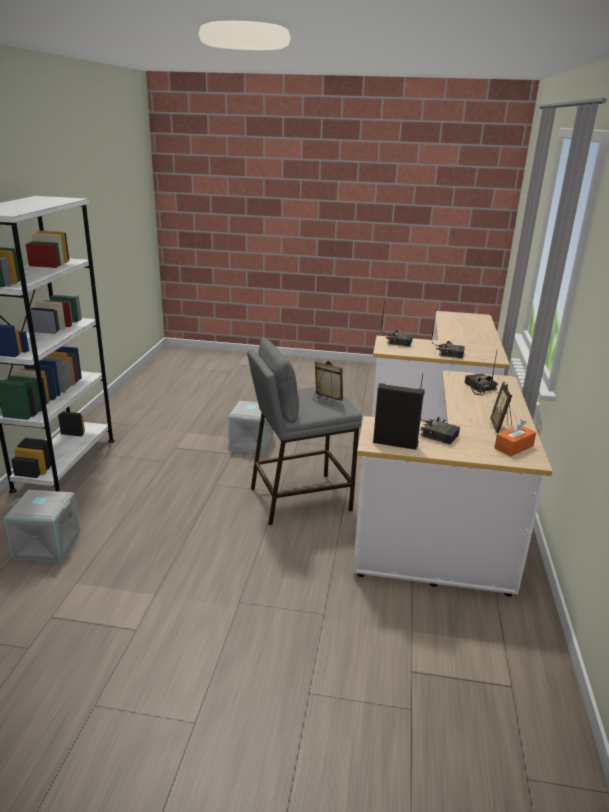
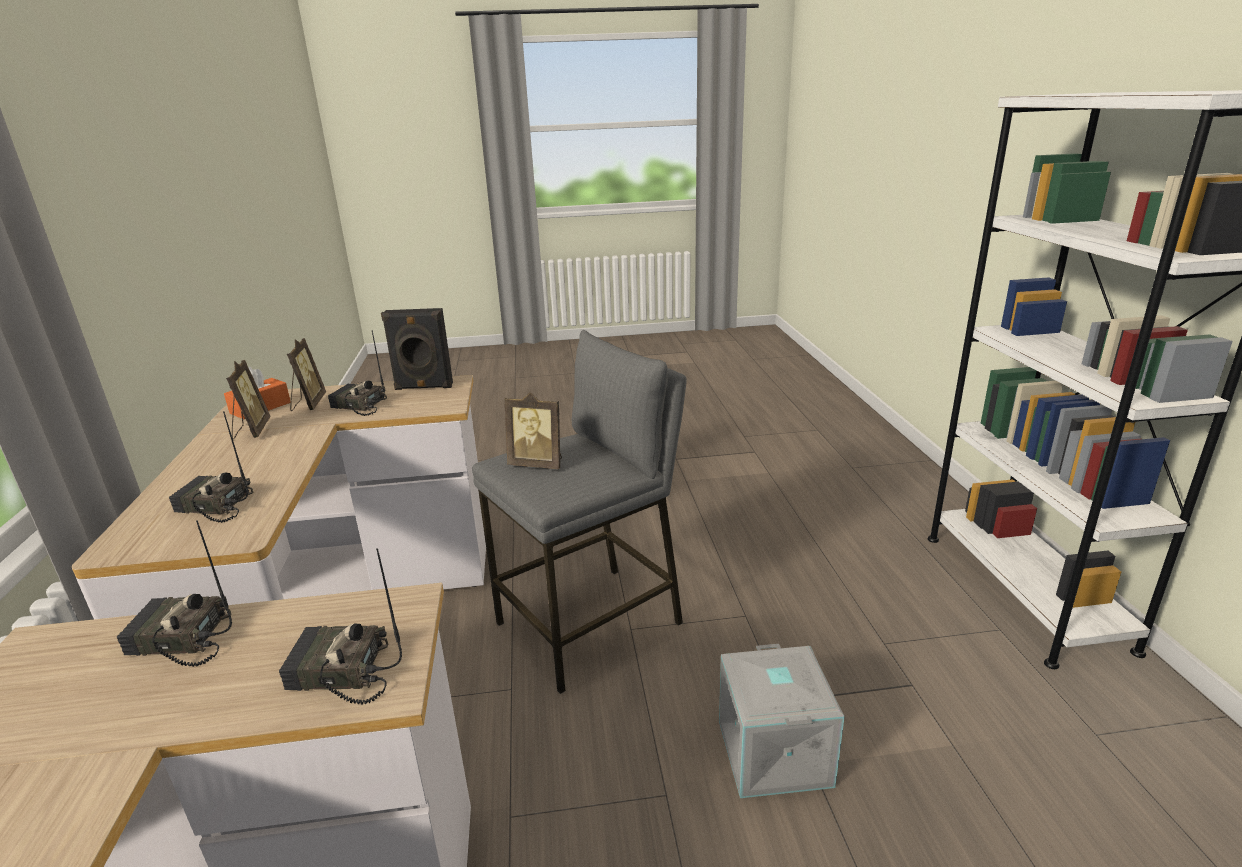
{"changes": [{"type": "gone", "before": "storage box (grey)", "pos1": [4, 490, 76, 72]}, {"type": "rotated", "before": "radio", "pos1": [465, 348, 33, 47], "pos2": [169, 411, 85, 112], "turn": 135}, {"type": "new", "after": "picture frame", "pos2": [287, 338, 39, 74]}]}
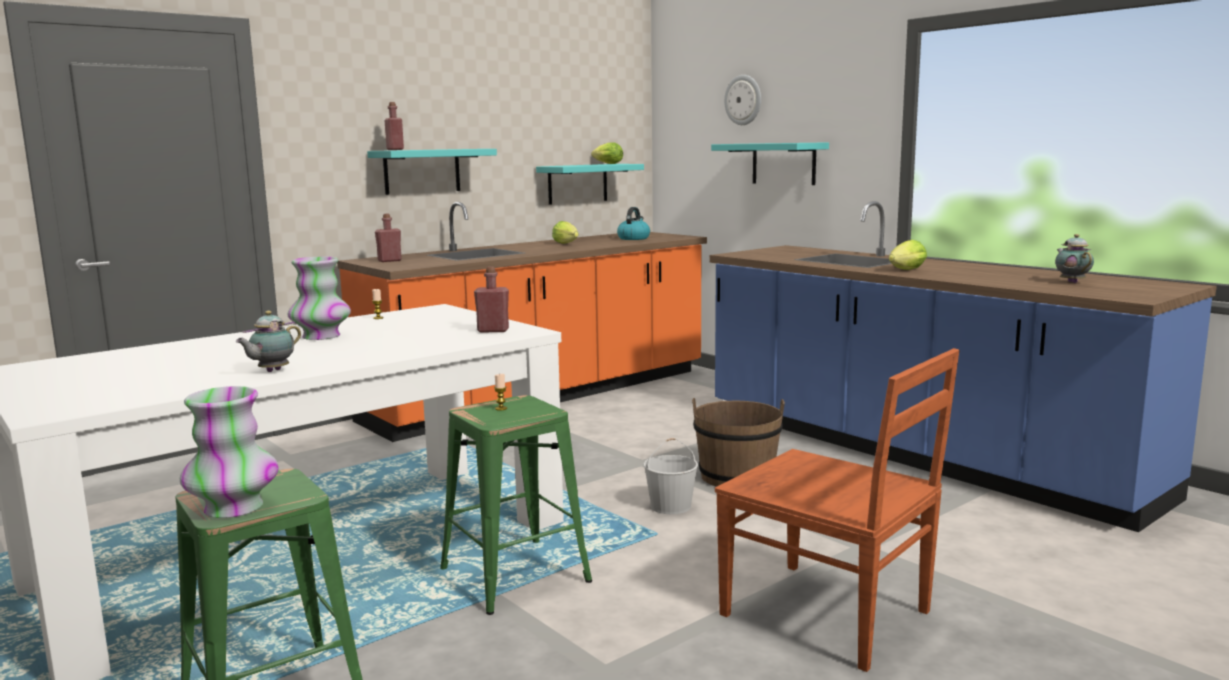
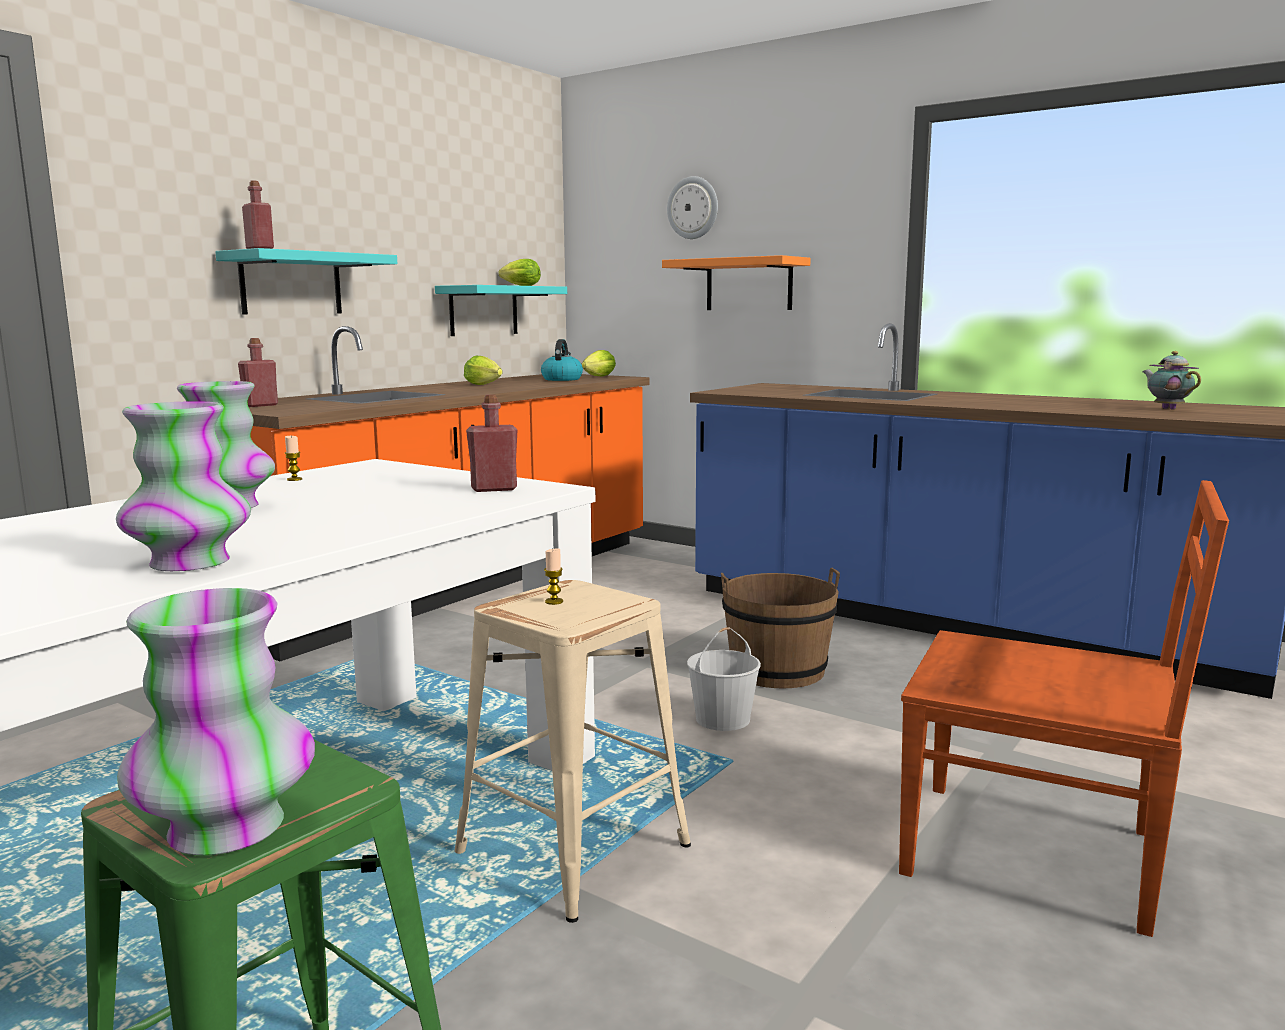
{"changes": [{"type": "swapped", "before": "teapot", "after": "vase", "pos1": [236, 311, 65, 61], "pos2": [116, 401, 135, 170]}, {"type": "repainted", "before": "stool (green)", "after": "stool (beige)", "pos1": [440, 395, 152, 220], "pos2": [454, 580, 237, 343]}, {"type": "repainted", "before": "shelf (turquoise)", "after": "shelf (orange)", "pos1": [711, 142, 118, 43], "pos2": [662, 255, 149, 55]}, {"type": "shifted", "before": "lettuce", "pos1": [889, 240, 38, 30], "pos2": [582, 350, 34, 26]}]}
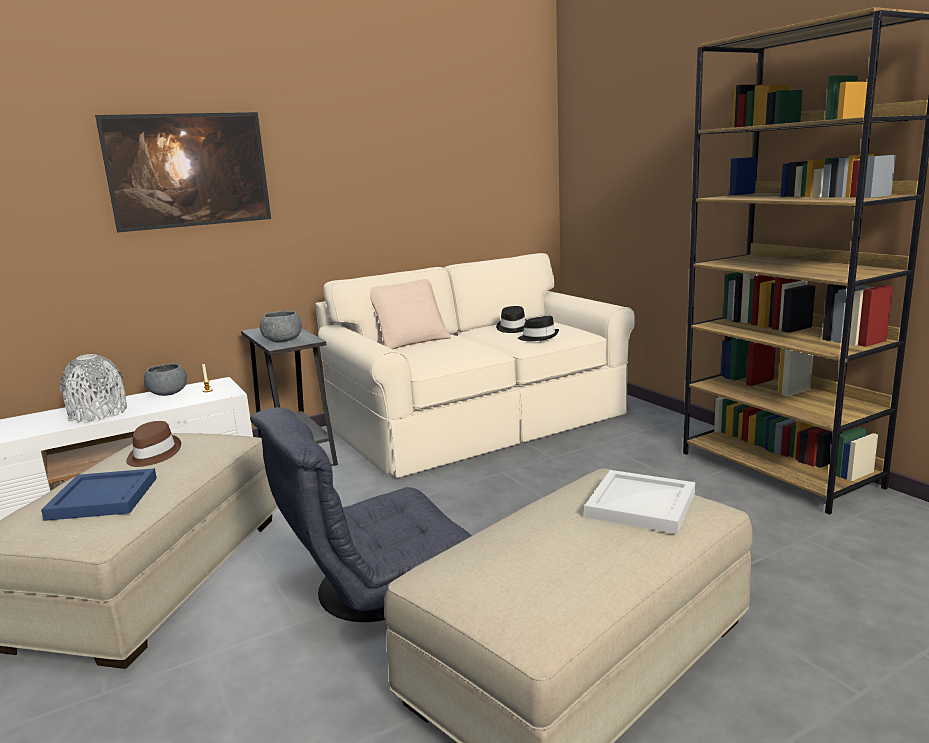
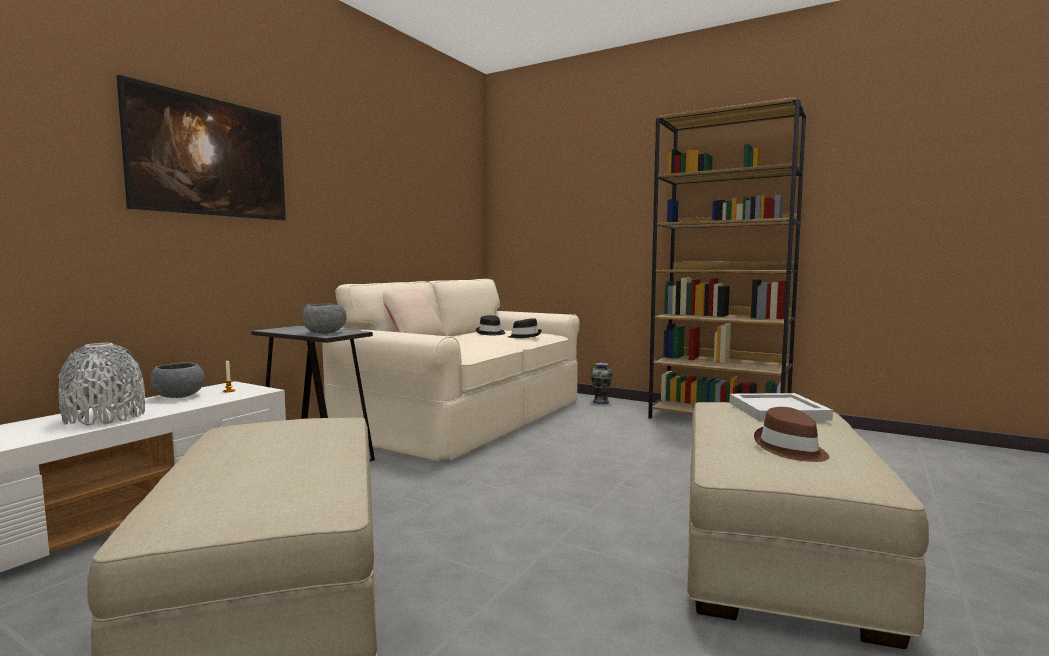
{"changes": [{"type": "gone", "before": "tray (blue)", "pos1": [41, 468, 116, 53]}, {"type": "shifted", "before": "hat (brown)", "pos1": [126, 421, 55, 46], "pos2": [754, 407, 75, 55]}, {"type": "gone", "before": "armchair (grey)", "pos1": [250, 407, 221, 215]}, {"type": "new", "after": "vase", "pos2": [590, 363, 23, 41]}]}
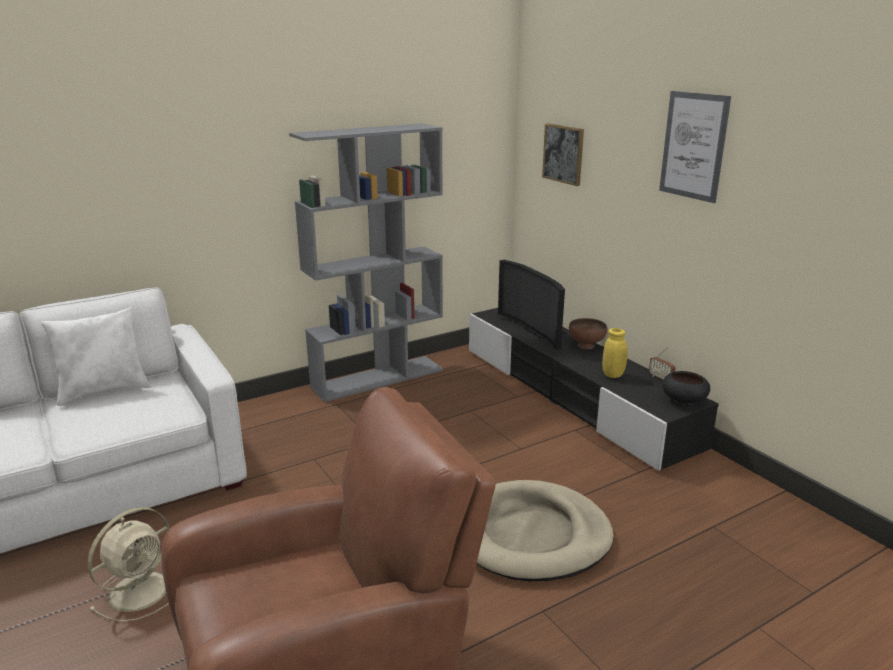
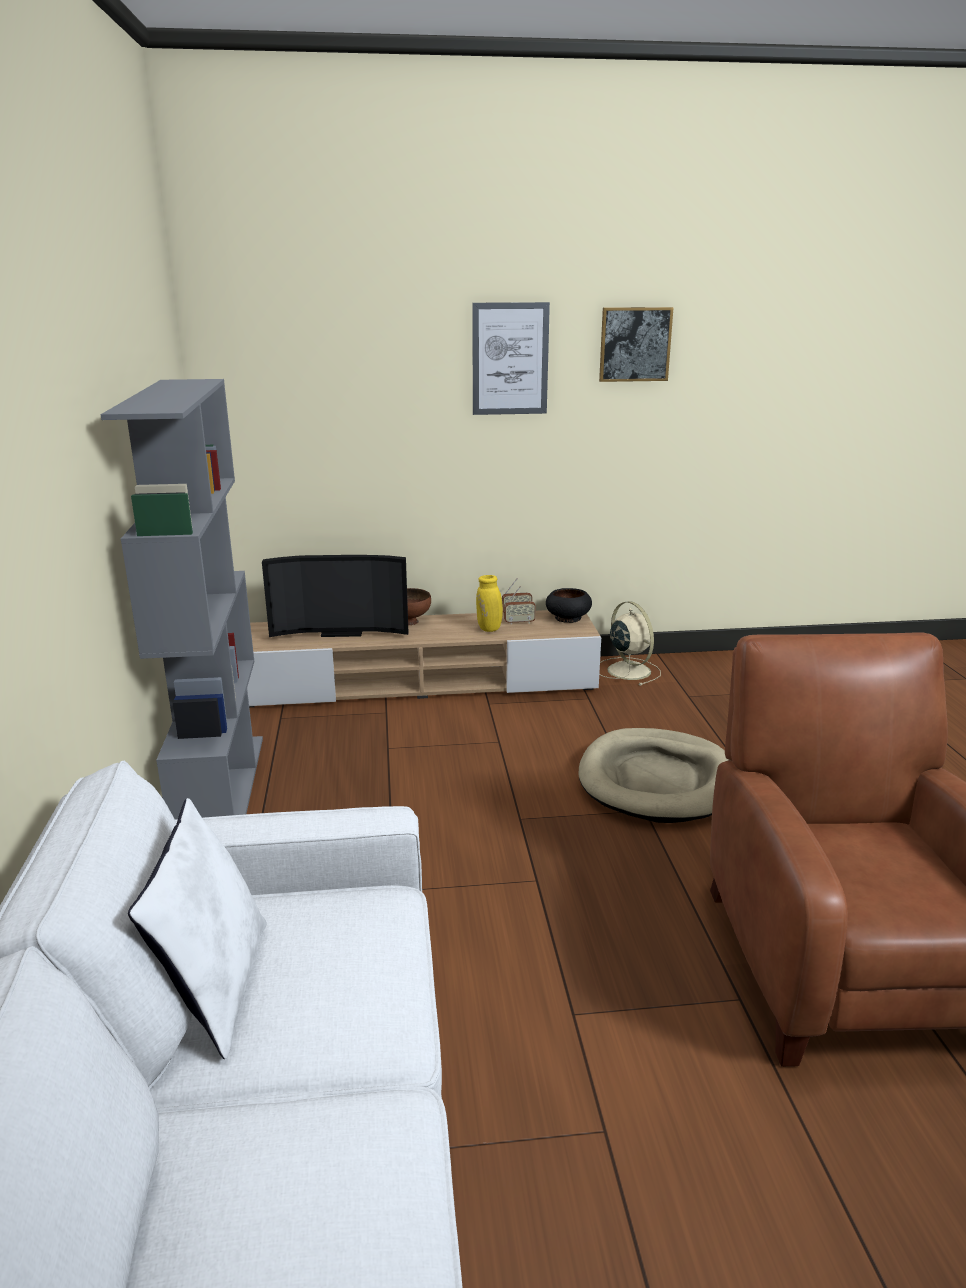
{"changes": [{"type": "shifted", "before": "fan (beige)", "pos1": [88, 507, 81, 115], "pos2": [599, 601, 62, 85]}, {"type": "repainted", "before": "tv stand (black)", "after": "tv stand (beige)", "pos1": [469, 308, 250, 163], "pos2": [247, 610, 354, 97]}, {"type": "shifted", "before": "picture", "pos1": [542, 123, 42, 63], "pos2": [599, 307, 74, 75]}, {"type": "new", "after": "radio", "pos2": [504, 586, 32, 39]}]}
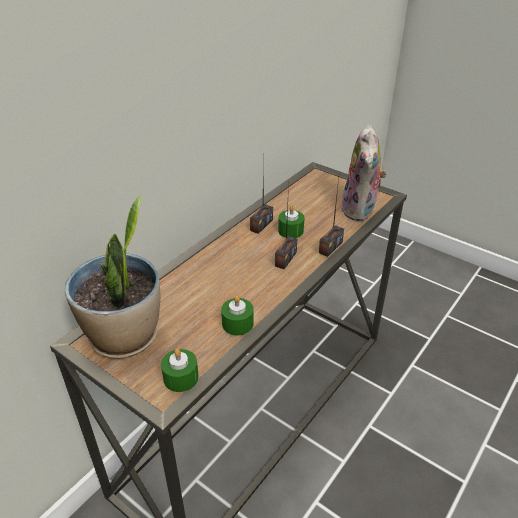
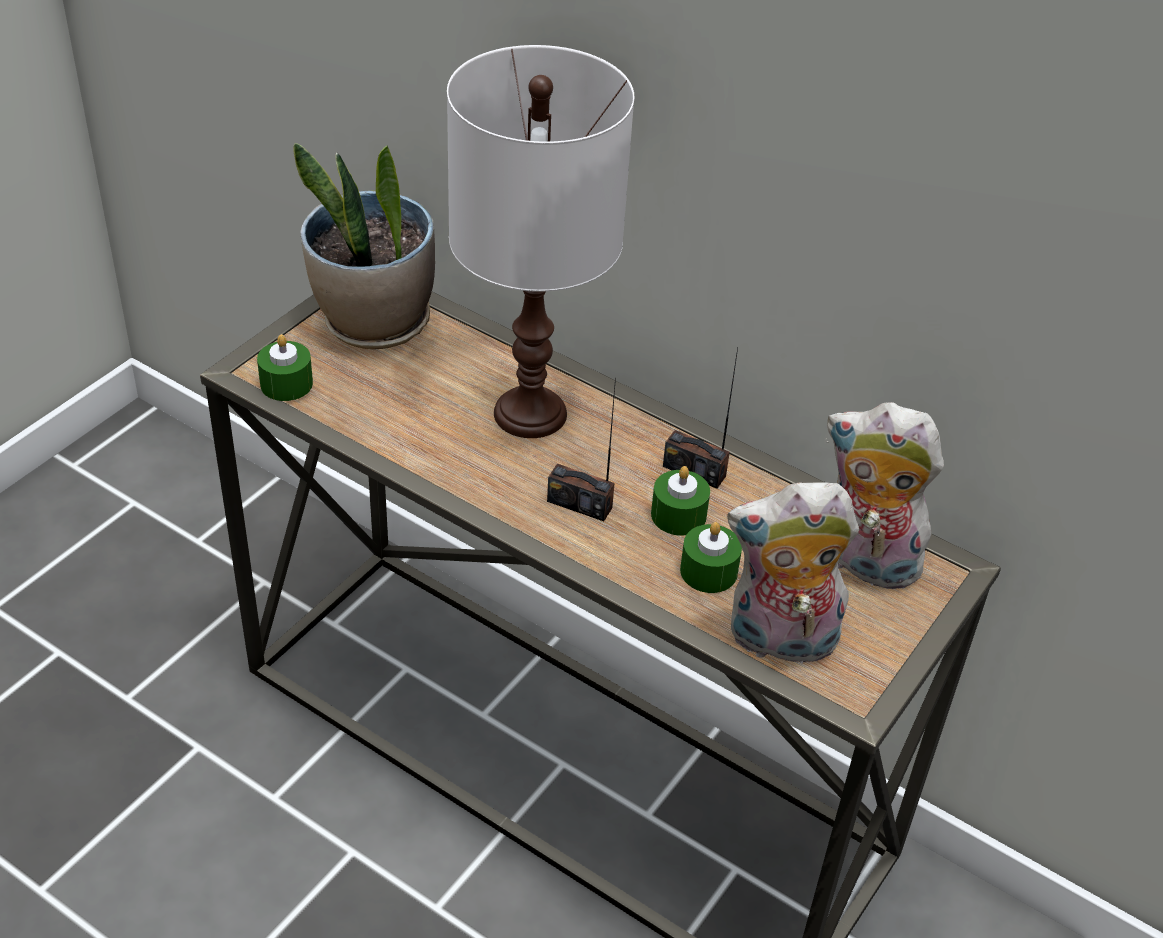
{"changes": [{"type": "shifted", "before": "candle (green)", "pos1": [221, 296, 33, 40], "pos2": [680, 522, 62, 71]}, {"type": "gone", "before": "radio", "pos1": [319, 178, 25, 79]}, {"type": "new", "after": "table lamp (white)", "pos2": [447, 45, 187, 393]}, {"type": "new", "after": "plush toy", "pos2": [826, 402, 118, 189]}]}
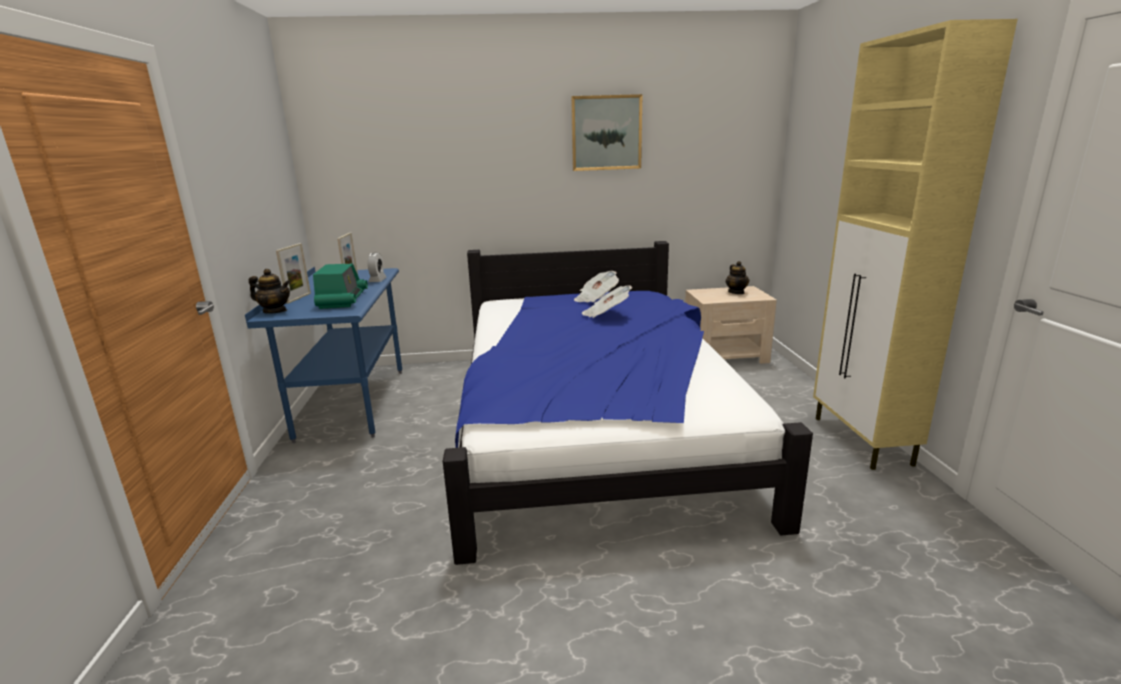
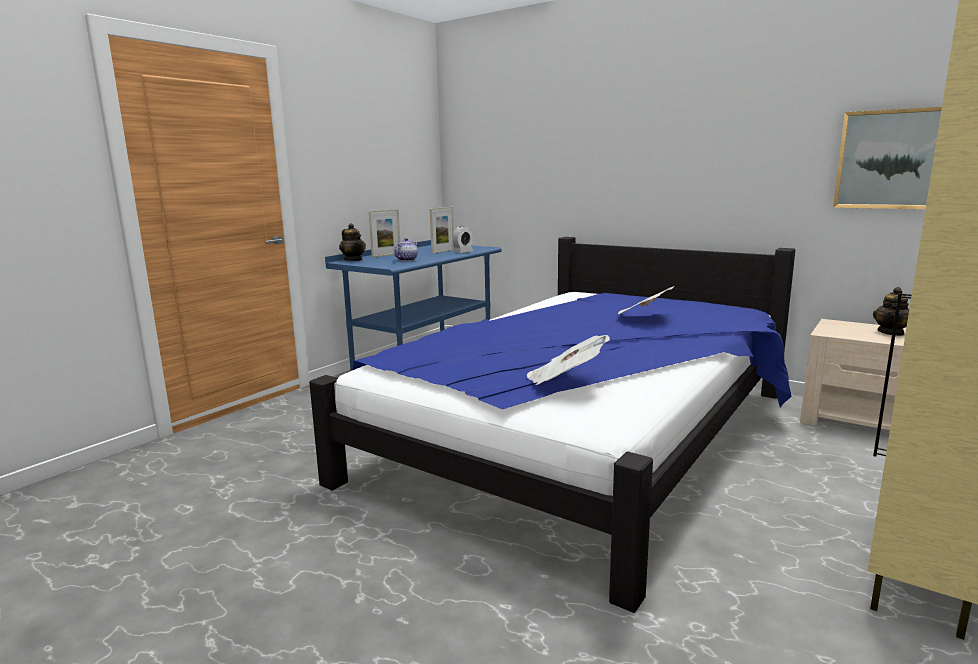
{"changes": [{"type": "swapped", "before": "radio", "after": "teapot", "pos1": [313, 264, 55, 45], "pos2": [394, 238, 24, 23]}, {"type": "shifted", "before": "picture", "pos1": [571, 94, 72, 77], "pos2": [833, 107, 109, 102]}, {"type": "shifted", "before": "newspaper", "pos1": [574, 271, 45, 32], "pos2": [526, 335, 84, 50]}]}
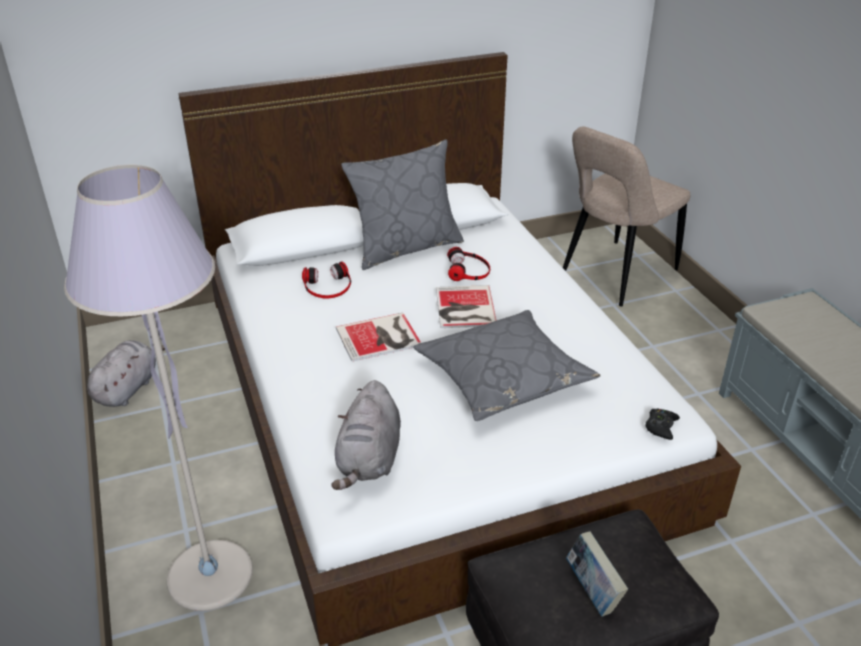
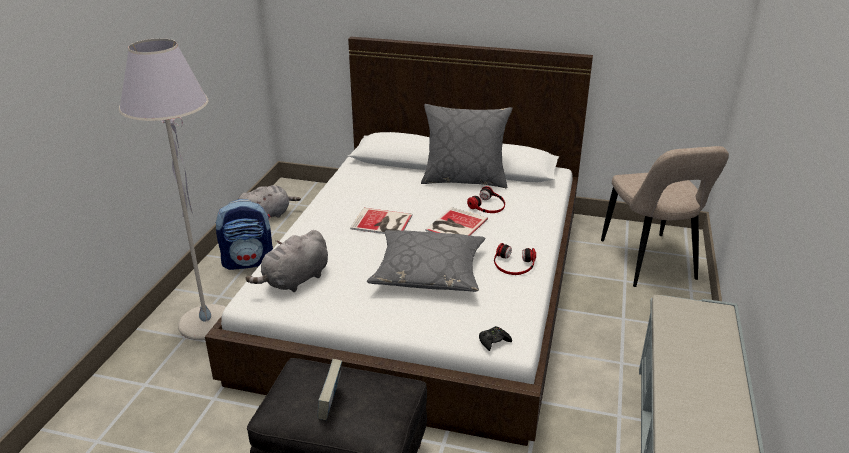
{"changes": [{"type": "shifted", "before": "headphones", "pos1": [302, 261, 49, 38], "pos2": [494, 243, 42, 32]}, {"type": "rotated", "before": "chair (beige)", "pos1": [563, 126, 127, 181], "pos2": [601, 146, 128, 141], "turn": -90}, {"type": "new", "after": "backpack", "pos2": [216, 199, 57, 71]}]}
